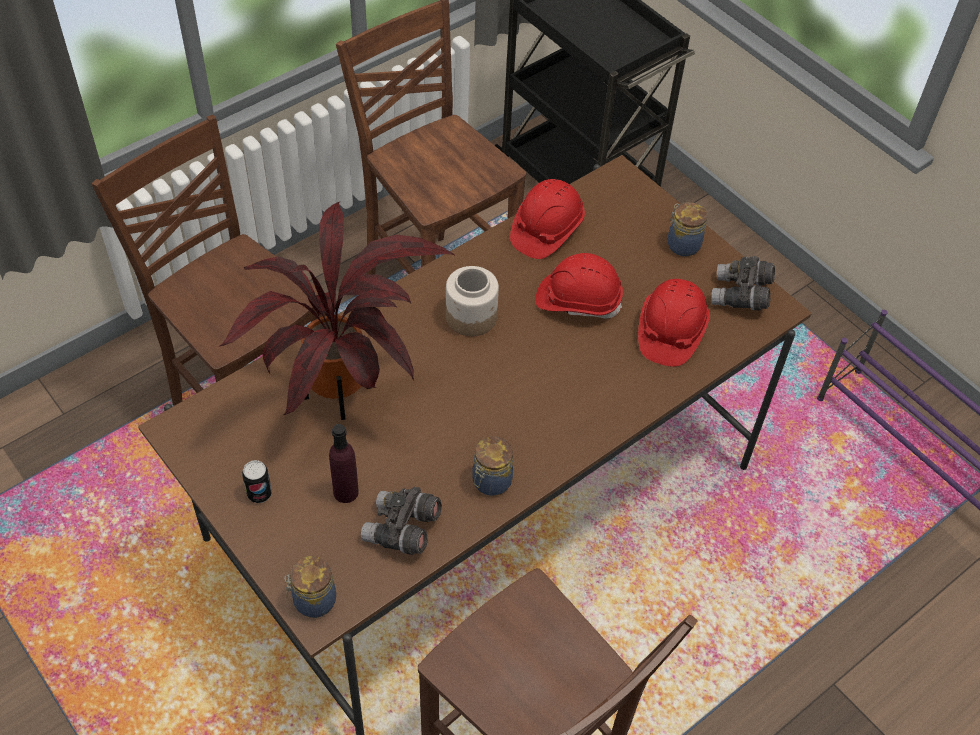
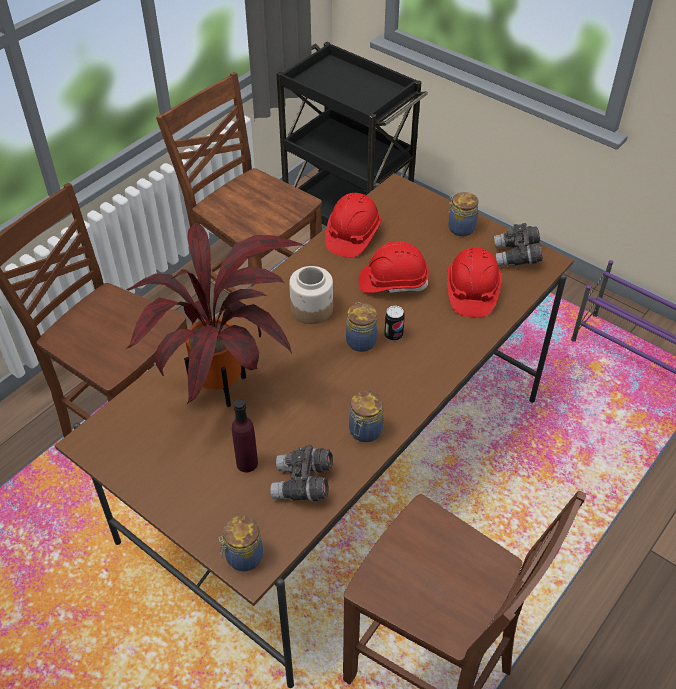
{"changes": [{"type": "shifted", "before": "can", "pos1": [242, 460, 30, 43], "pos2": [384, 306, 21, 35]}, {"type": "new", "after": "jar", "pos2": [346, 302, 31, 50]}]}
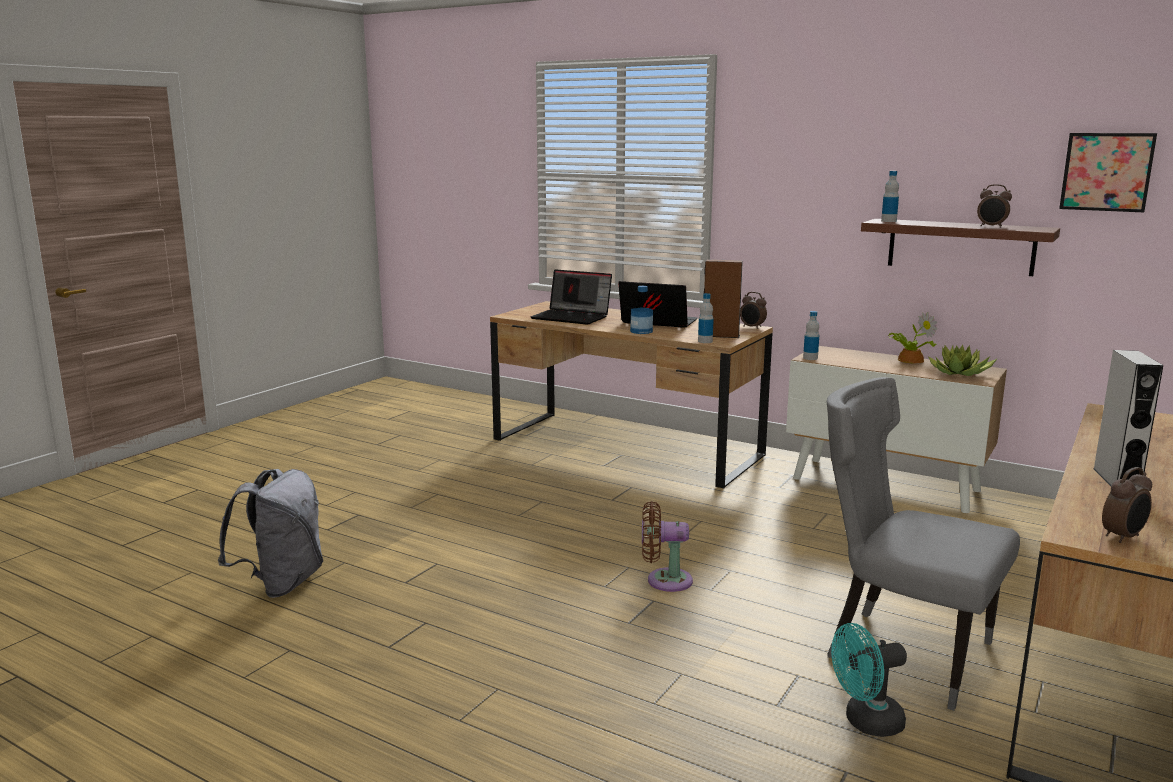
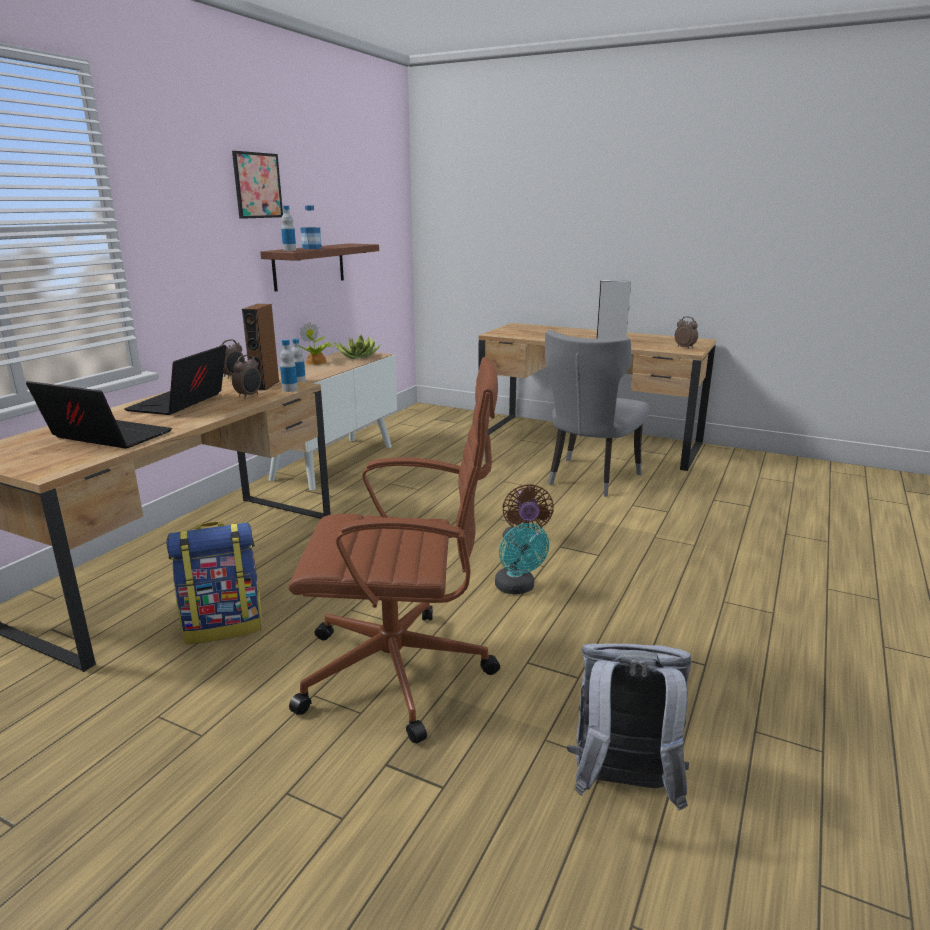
{"changes": [{"type": "rotated", "before": "laptop", "pos1": [530, 269, 82, 56], "pos2": [26, 381, 146, 68], "turn": -90}, {"type": "shifted", "before": "bottle", "pos1": [630, 286, 23, 48], "pos2": [300, 205, 22, 44]}, {"type": "shifted", "before": "fan (turquoise)", "pos1": [831, 623, 76, 114], "pos2": [495, 523, 54, 72]}, {"type": "shifted", "before": "alarm clock", "pos1": [977, 184, 35, 44], "pos2": [232, 355, 29, 43]}, {"type": "shifted", "before": "picture", "pos1": [1059, 133, 98, 79], "pos2": [232, 151, 51, 68]}, {"type": "new", "after": "backpack", "pos2": [166, 522, 96, 122]}, {"type": "new", "after": "office chair (brown)", "pos2": [289, 357, 211, 387]}]}
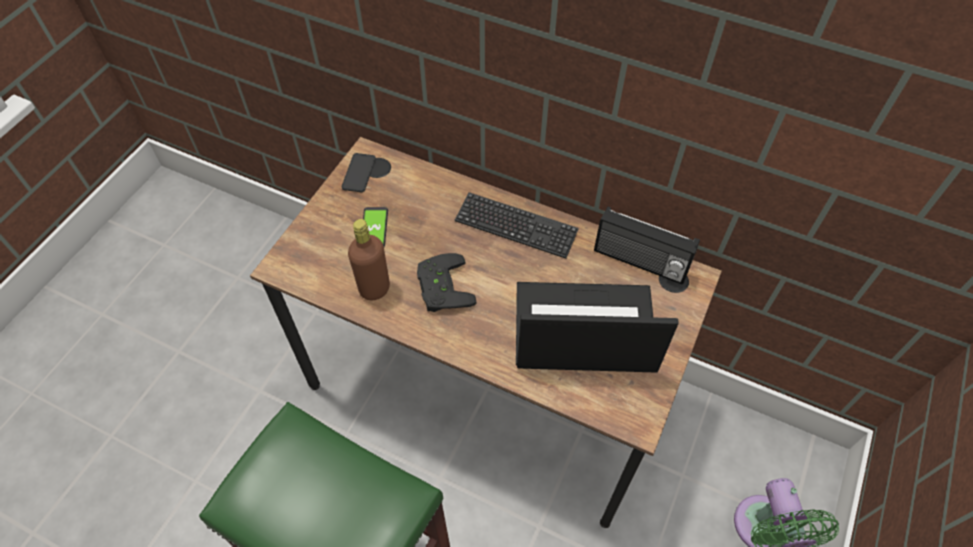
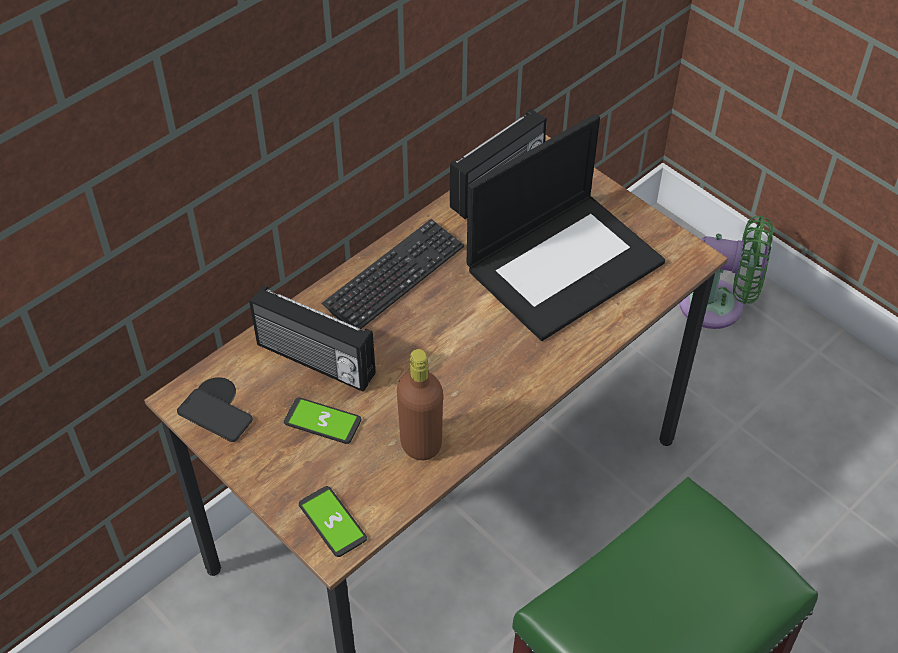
{"changes": [{"type": "gone", "before": "game controller (black)", "pos1": [417, 253, 59, 59]}, {"type": "rotated", "before": "laptop", "pos1": [516, 282, 163, 91], "pos2": [467, 114, 198, 227], "turn": -150}, {"type": "new", "after": "radio", "pos2": [250, 285, 126, 107]}, {"type": "new", "after": "phone", "pos2": [299, 486, 68, 71]}]}
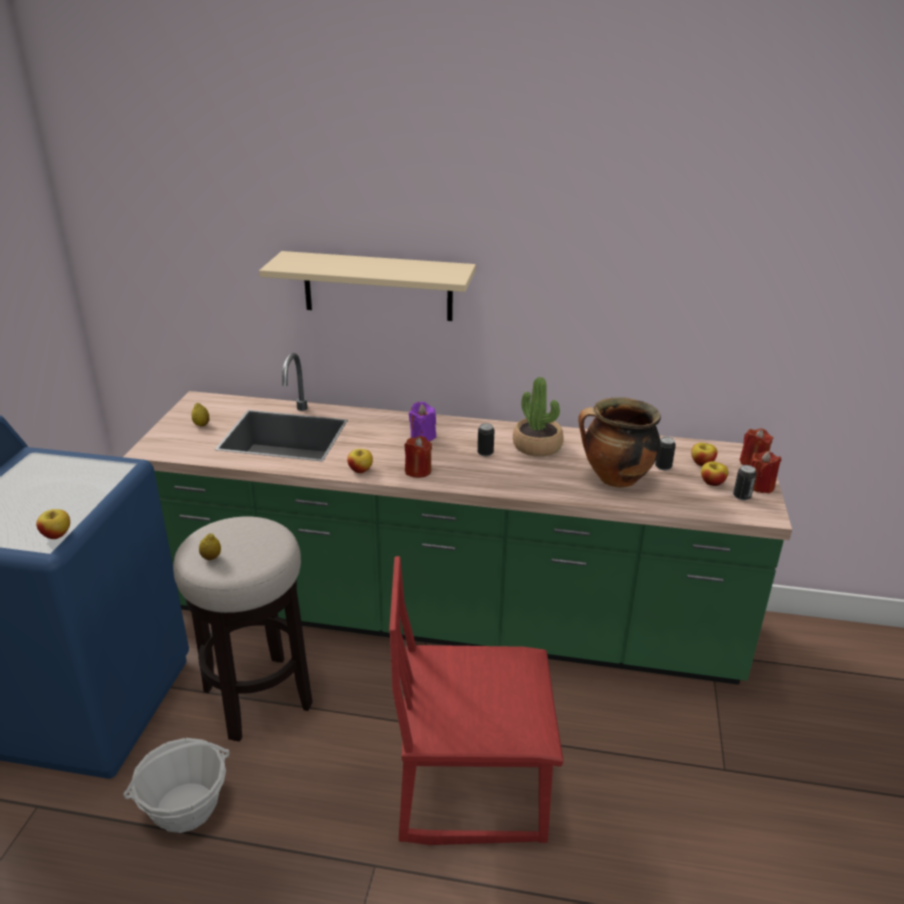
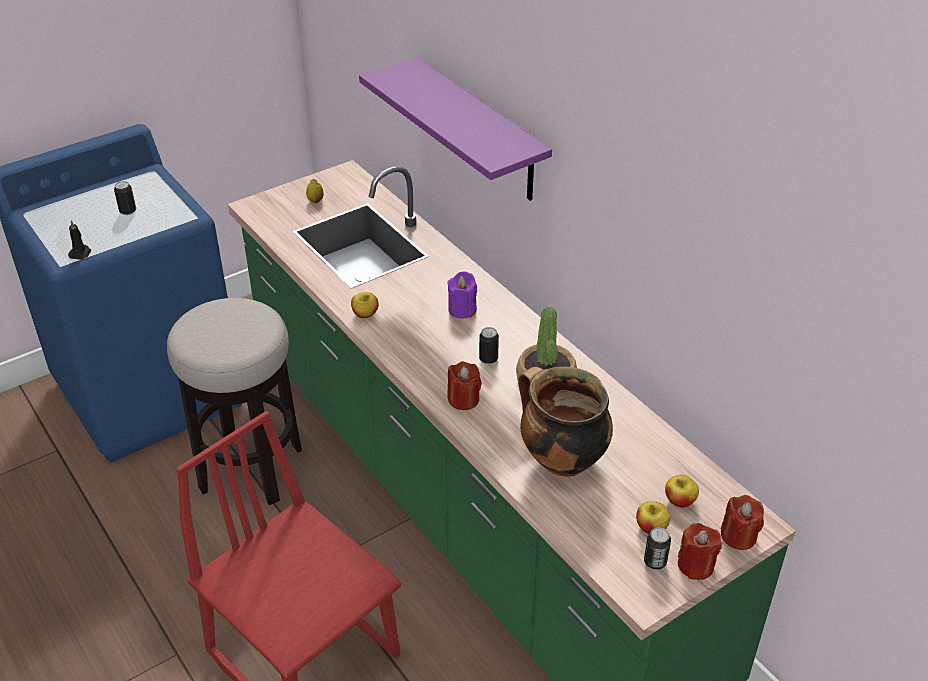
{"changes": [{"type": "swapped", "before": "apple", "after": "candle (black)", "pos1": [36, 509, 34, 30], "pos2": [68, 220, 23, 40]}, {"type": "gone", "before": "basket", "pos1": [123, 738, 106, 95]}, {"type": "gone", "before": "lemon", "pos1": [199, 533, 22, 27]}, {"type": "repainted", "before": "shelf (beige)", "after": "shelf (purple)", "pos1": [259, 251, 217, 70], "pos2": [359, 58, 193, 143]}, {"type": "shifted", "before": "candle (red)", "pos1": [405, 436, 27, 42], "pos2": [447, 361, 35, 49]}, {"type": "shifted", "before": "can", "pos1": [655, 437, 21, 33], "pos2": [114, 181, 22, 34]}]}
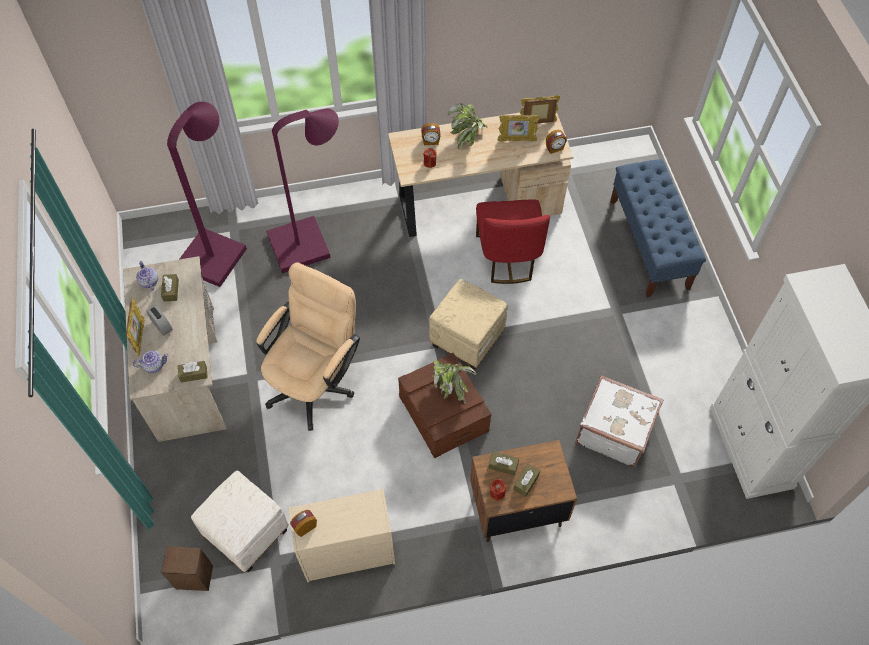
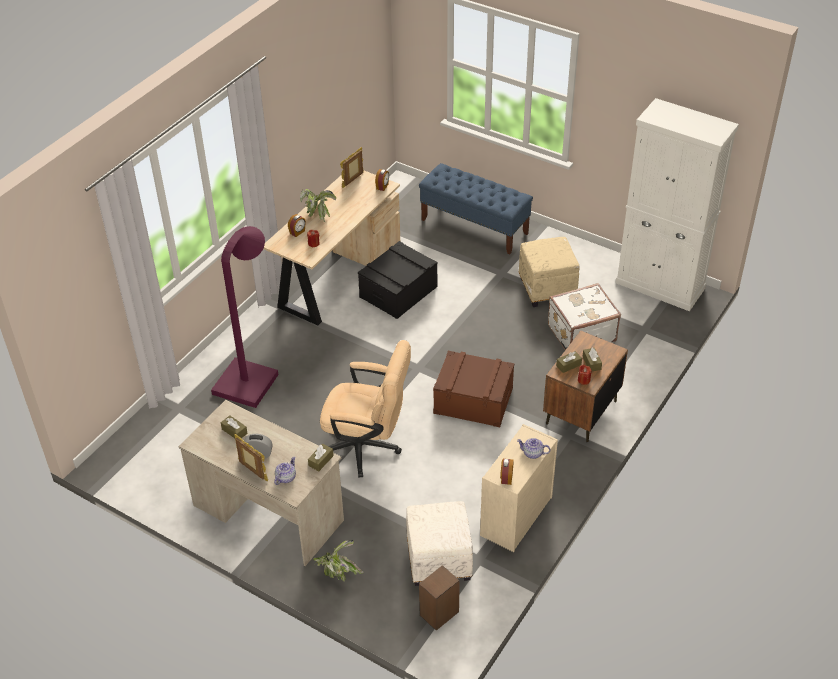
{"changes": [{"type": "shifted", "before": "teapot", "pos1": [136, 261, 22, 30], "pos2": [517, 438, 33, 21]}, {"type": "gone", "before": "floor lamp (purple)", "pos1": [167, 102, 80, 185]}, {"type": "rotated", "before": "office chair (beige)", "pos1": [256, 262, 104, 169], "pos2": [320, 340, 91, 137], "turn": 120}, {"type": "shifted", "before": "ottoman (beige)", "pos1": [429, 279, 79, 91], "pos2": [519, 237, 61, 70]}, {"type": "shifted", "before": "potted plant", "pos1": [433, 360, 44, 44], "pos2": [313, 540, 50, 42]}, {"type": "swapped", "before": "chair (red)", "after": "storage box (black)", "pos1": [476, 200, 74, 84], "pos2": [358, 241, 80, 78]}, {"type": "gone", "before": "picture frame", "pos1": [497, 115, 43, 26]}]}
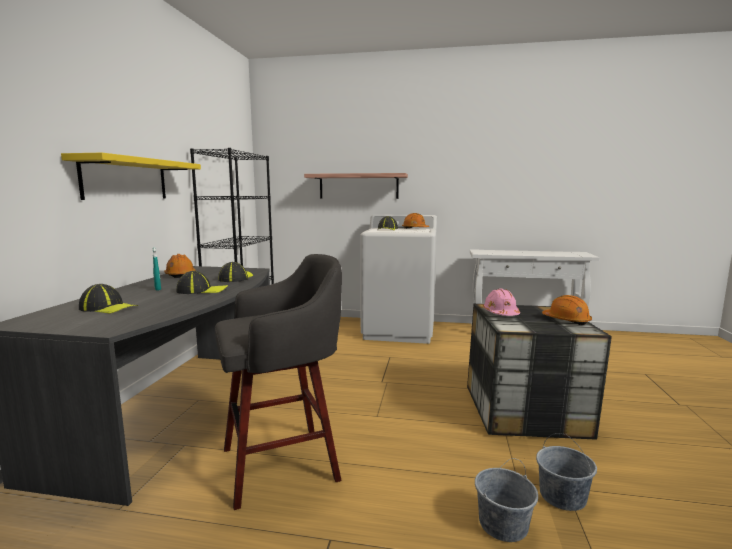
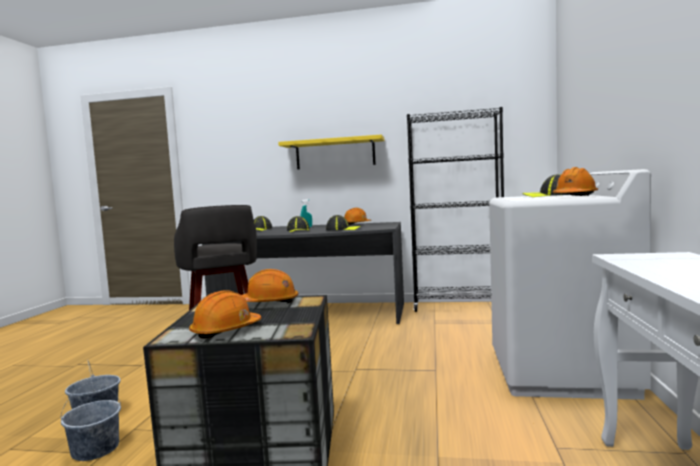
{"changes": [{"type": "gone", "before": "shelf", "pos1": [304, 173, 104, 26]}, {"type": "repainted", "before": "hard hat (pink)", "after": "hard hat (orange)", "pos1": [483, 289, 37, 27], "pos2": [242, 269, 56, 35]}]}
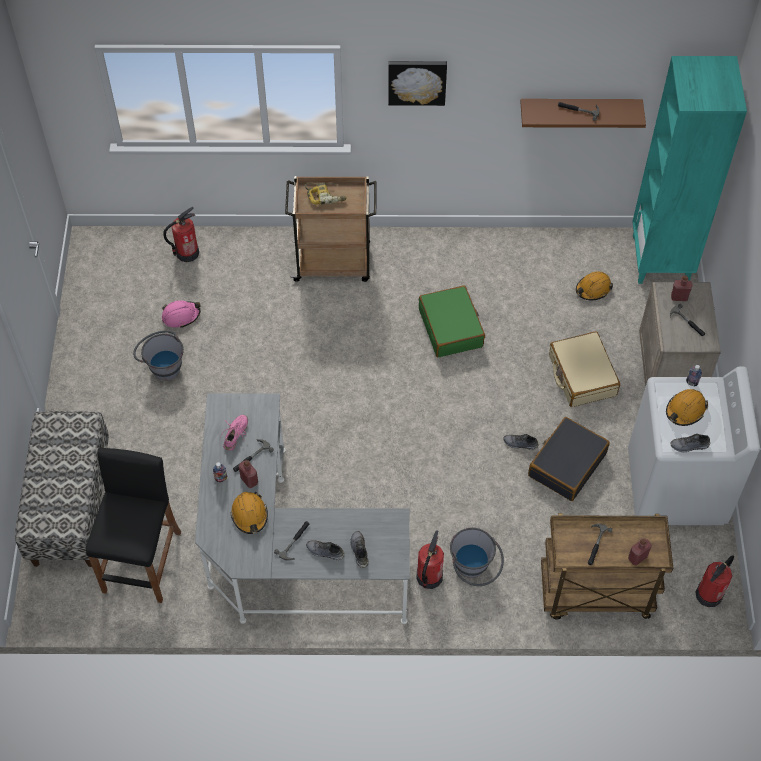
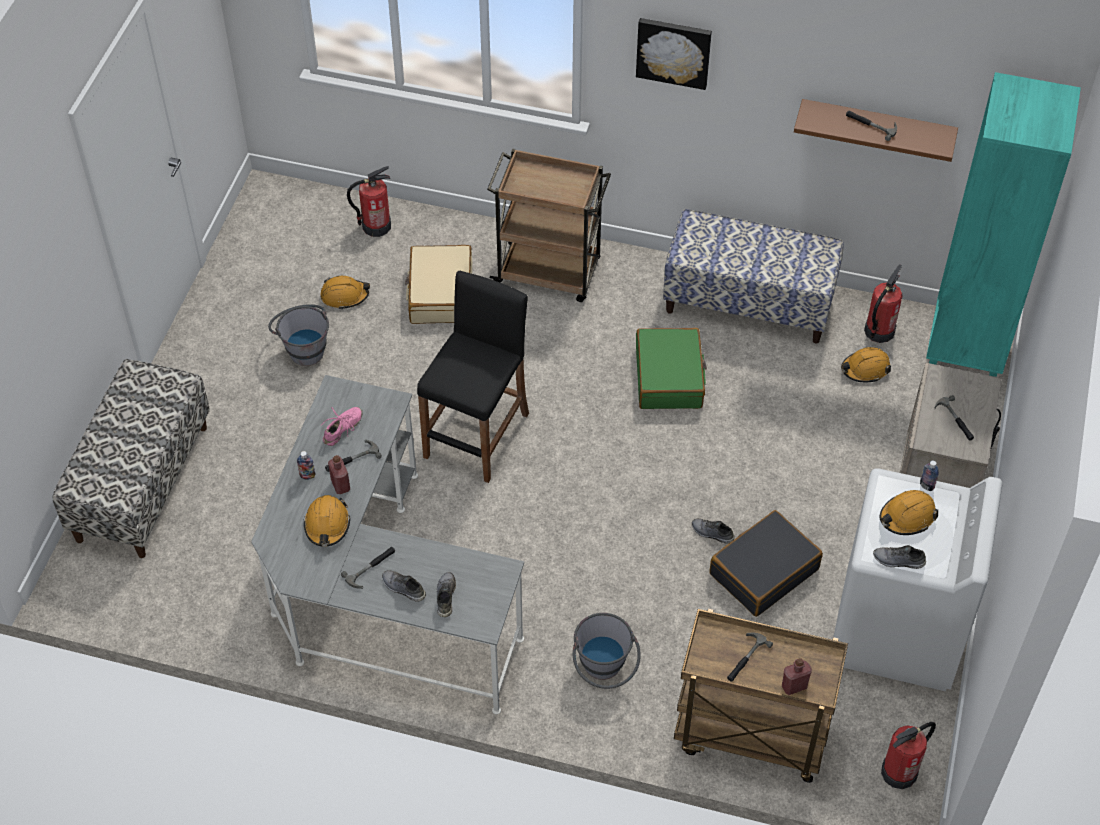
{"changes": [{"type": "shifted", "before": "stool (black)", "pos1": [86, 448, 95, 155], "pos2": [417, 271, 112, 212]}, {"type": "repainted", "before": "hard hat (pink)", "after": "hard hat (orange)", "pos1": [162, 300, 39, 28], "pos2": [321, 276, 49, 34]}, {"type": "gone", "before": "power drill", "pos1": [305, 183, 42, 22]}, {"type": "shifted", "before": "fire extinguisher", "pos1": [416, 530, 28, 59], "pos2": [864, 264, 39, 79]}, {"type": "shifted", "before": "suitcase (beige)", "pos1": [549, 331, 71, 76], "pos2": [405, 245, 68, 79]}, {"type": "gone", "before": "bottle (red)", "pos1": [671, 275, 22, 26]}, {"type": "new", "after": "bench", "pos2": [663, 209, 181, 135]}]}
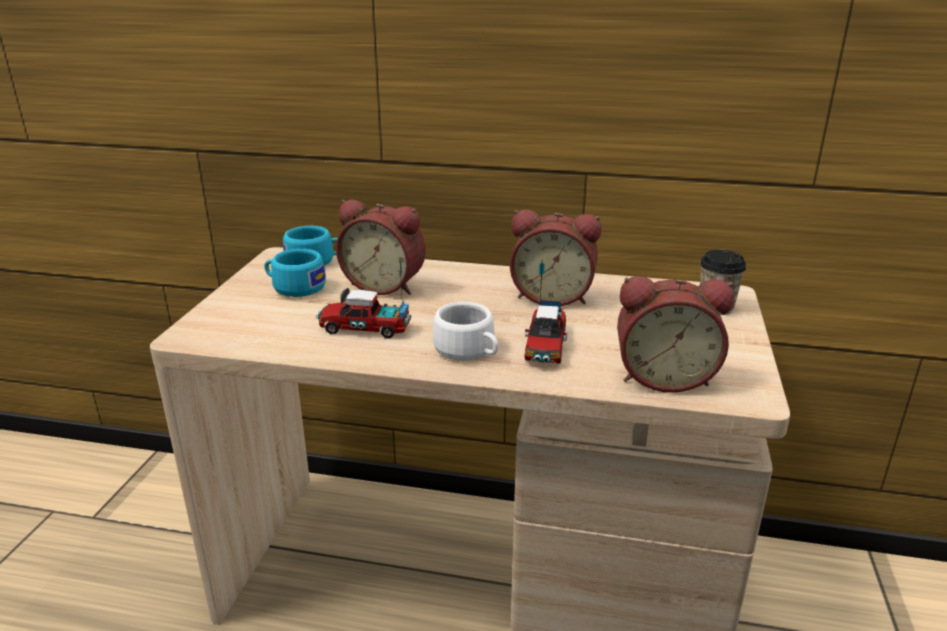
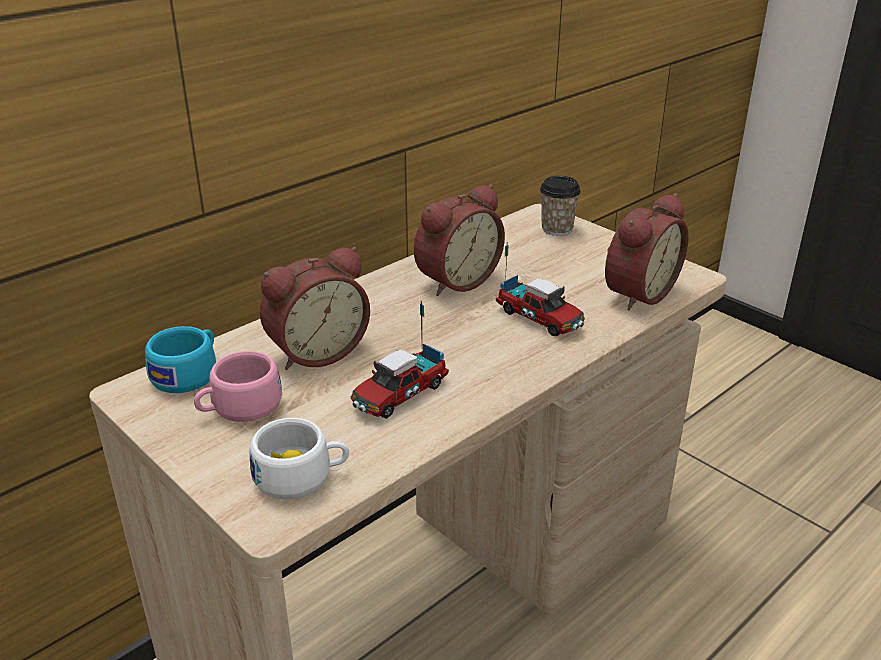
{"changes": [{"type": "repainted", "before": "cup (turquoise)", "after": "cup (pink)", "pos1": [264, 249, 62, 48], "pos2": [194, 351, 88, 71]}, {"type": "shifted", "before": "cup (white)", "pos1": [433, 302, 66, 59], "pos2": [250, 418, 99, 82]}]}
